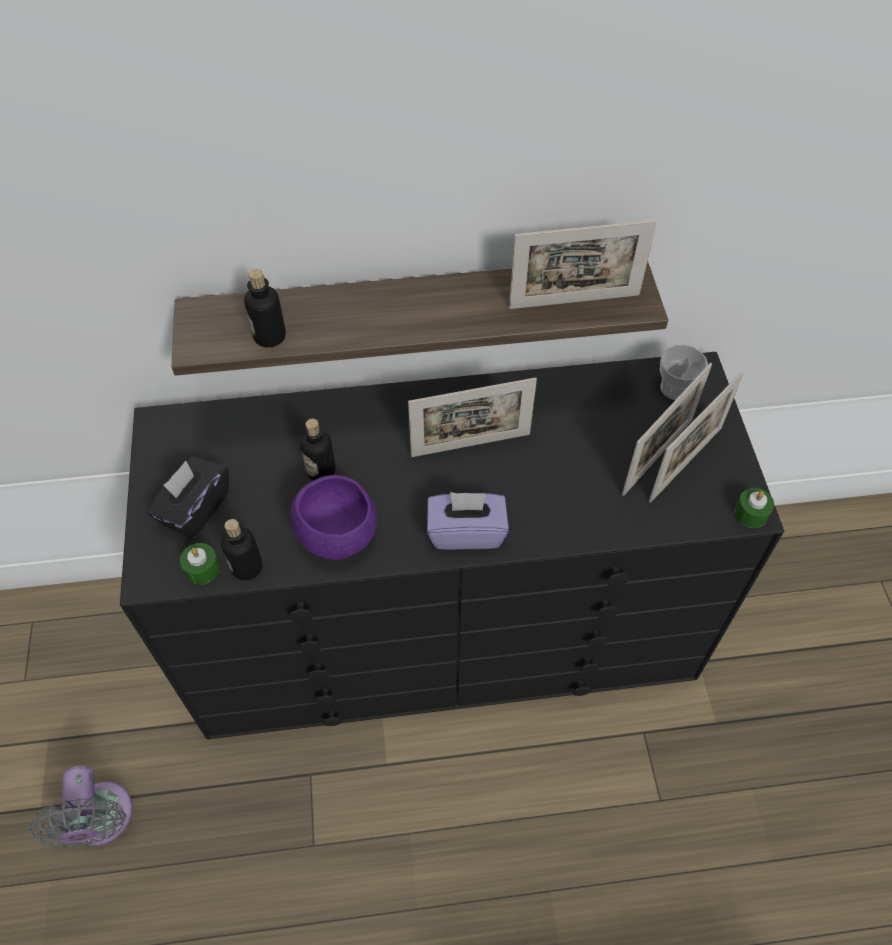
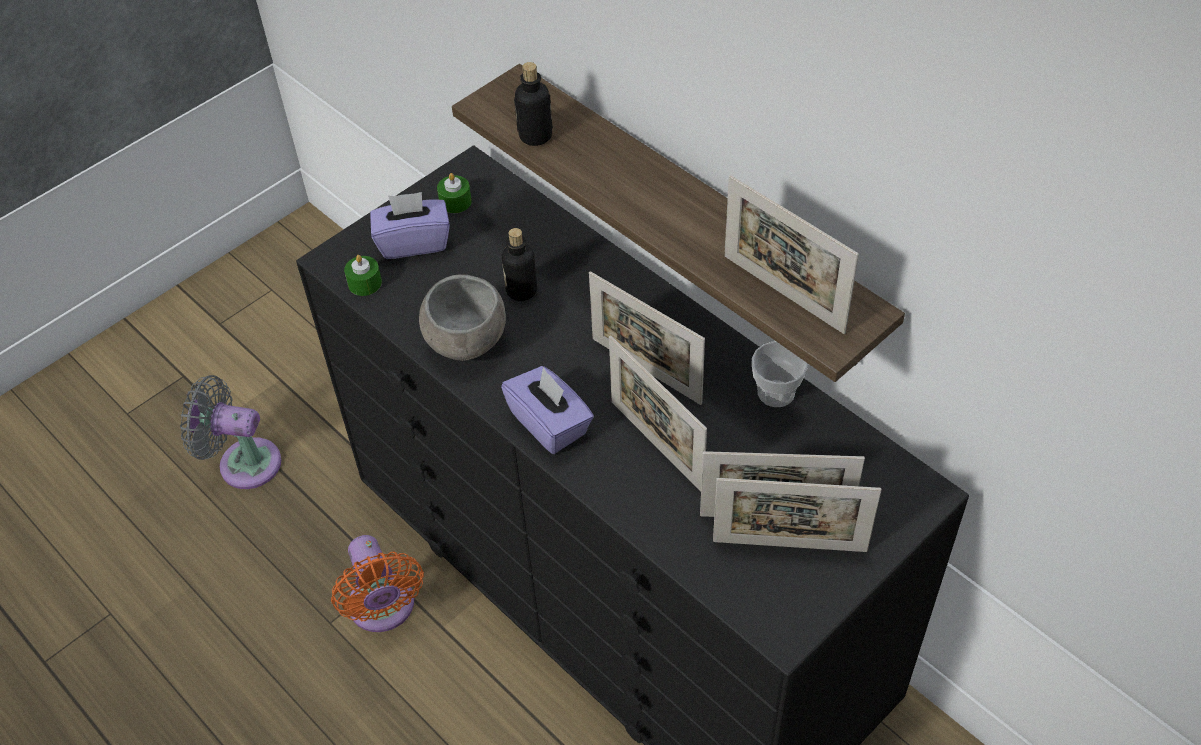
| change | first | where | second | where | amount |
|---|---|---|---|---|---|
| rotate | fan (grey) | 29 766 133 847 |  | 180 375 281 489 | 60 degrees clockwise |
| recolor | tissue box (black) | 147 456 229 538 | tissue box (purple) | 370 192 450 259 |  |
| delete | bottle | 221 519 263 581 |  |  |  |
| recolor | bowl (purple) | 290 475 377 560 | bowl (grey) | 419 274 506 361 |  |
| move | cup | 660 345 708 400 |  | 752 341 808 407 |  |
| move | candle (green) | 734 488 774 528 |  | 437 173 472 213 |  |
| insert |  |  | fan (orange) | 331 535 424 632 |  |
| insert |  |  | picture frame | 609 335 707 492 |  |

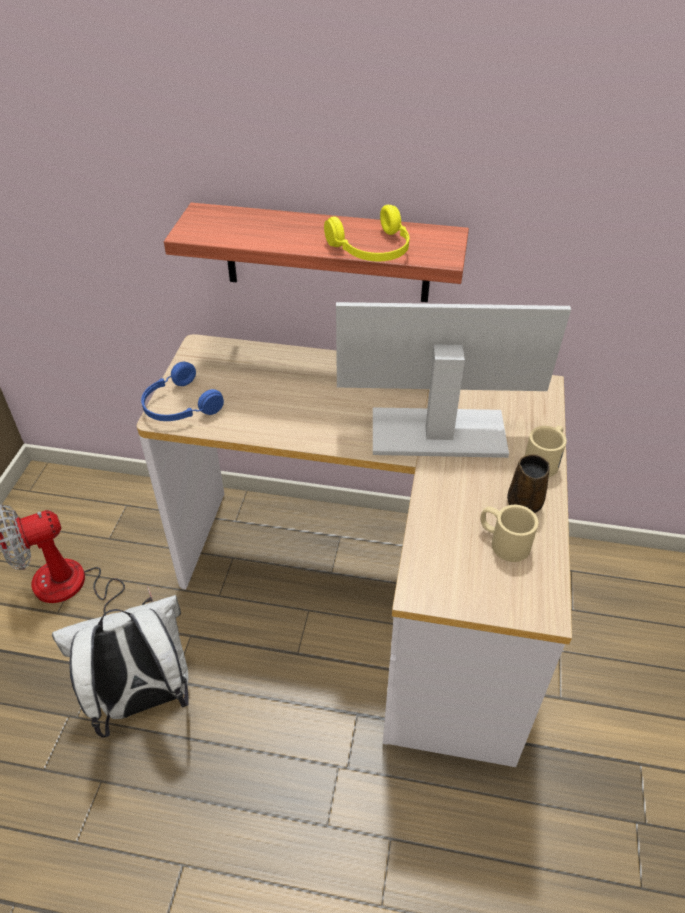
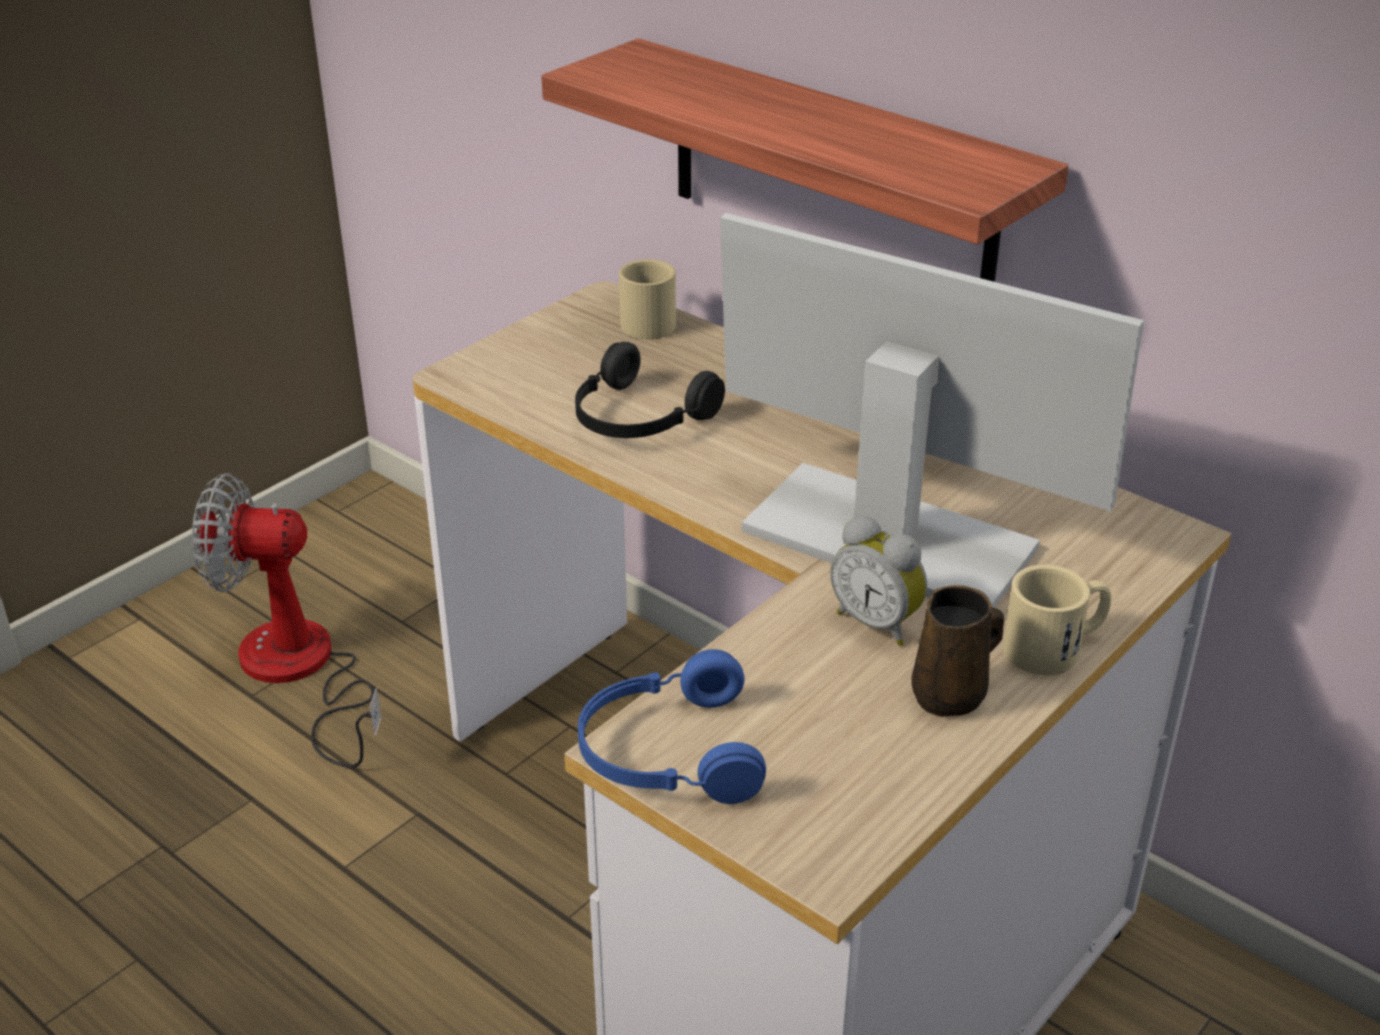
| change | first | where | second | where | amount |
|---|---|---|---|---|---|
| delete | backpack (white) | 52 595 189 738 |  |  |  |
| move | headphones (blue) | 141 362 224 421 |  | 578 649 766 804 |  |
| delete | headphones (yellow) | 324 205 409 261 |  |  |  |
| move | mug (beige) | 480 505 538 562 |  | 619 259 676 339 |  |
| insert |  |  | headphones (black) | 575 342 725 438 |  |
| insert |  |  | alarm clock | 830 515 927 646 |  |

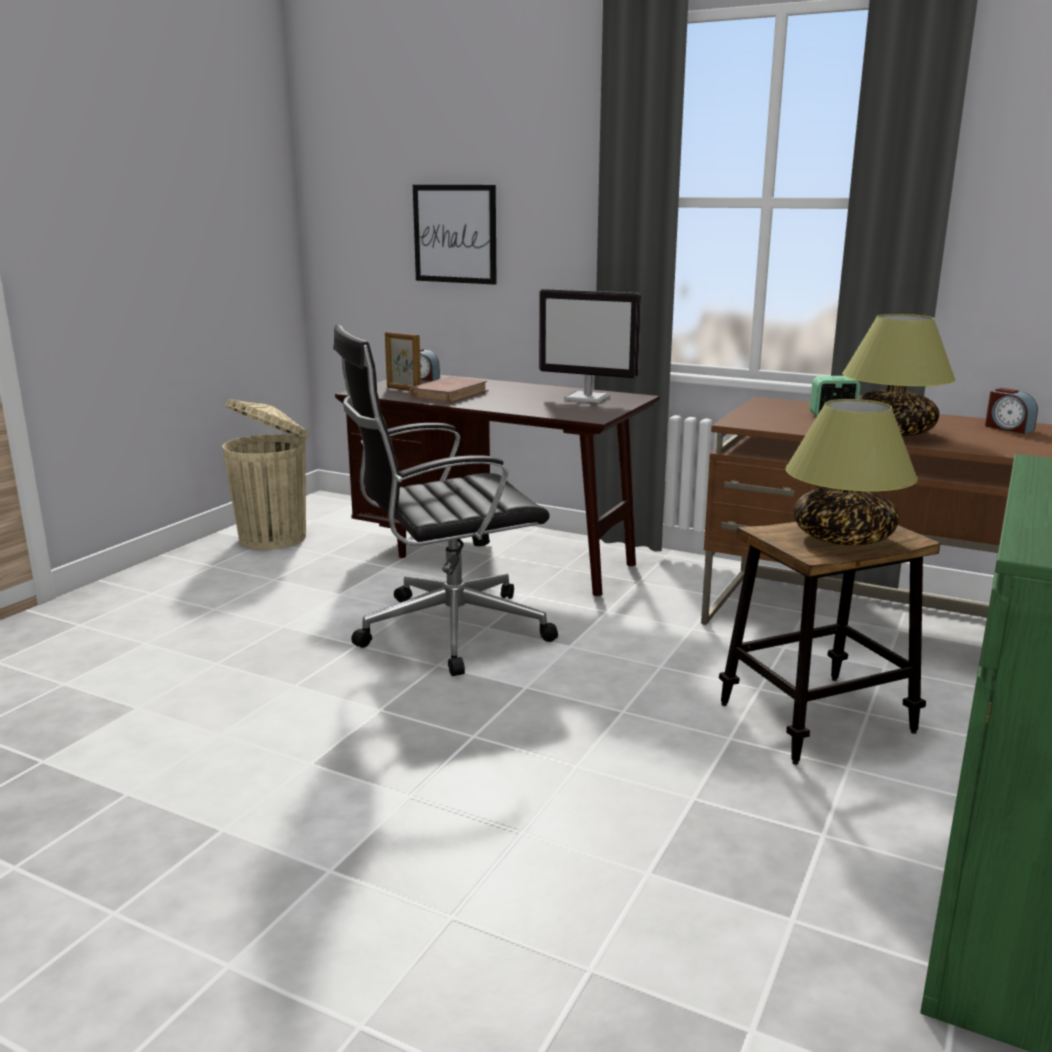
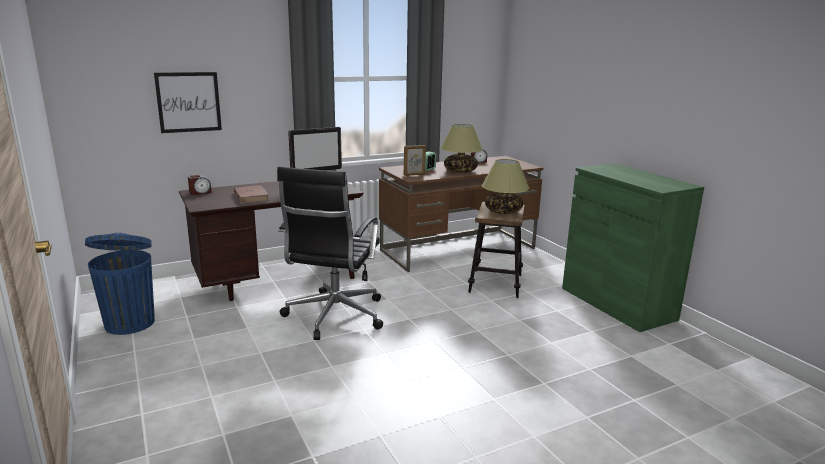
| change | first | where | second | where | amount |
|---|---|---|---|---|---|
| recolor | trash can (beige) | 222 399 309 550 | trash can (blue) | 85 233 155 335 |  |
| move | picture frame | 385 331 421 391 |  | 404 145 426 176 |  |

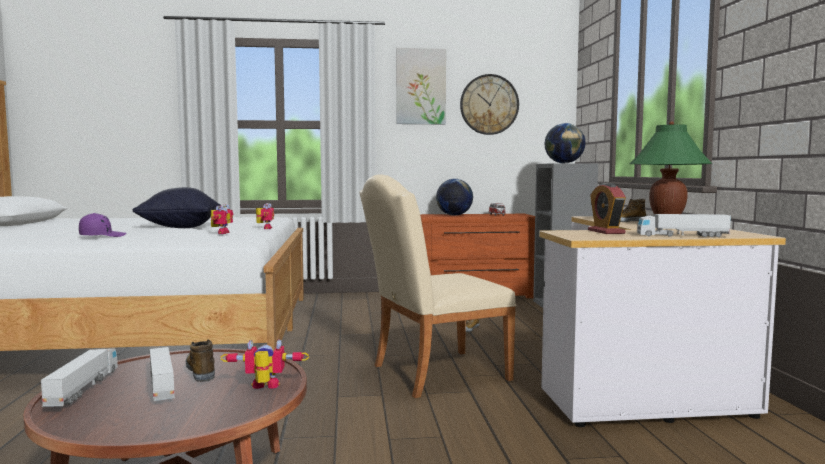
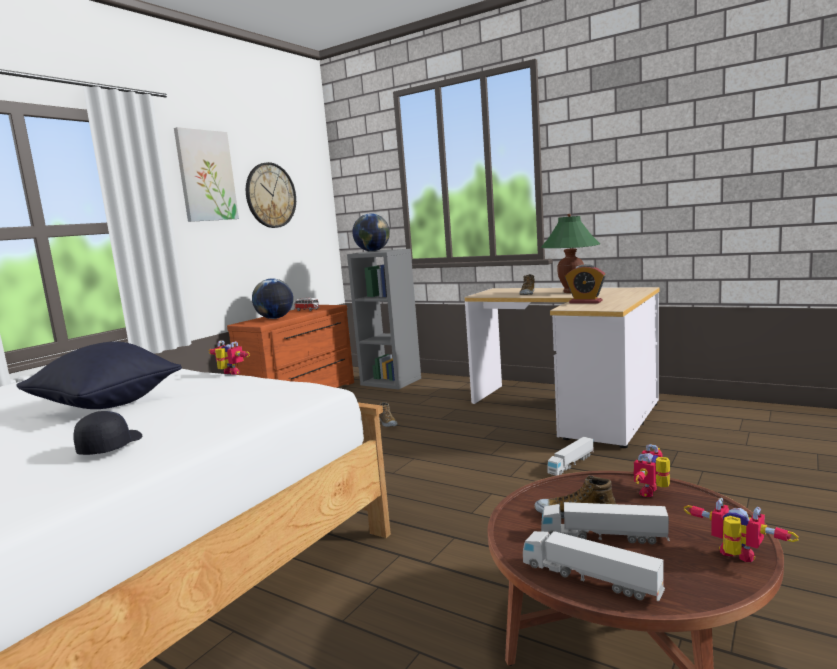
| change | first | where | second | where | amount |
|---|---|---|---|---|---|
| recolor | cap (purple) | 79 213 127 237 | cap (black) | 73 411 142 455 |  |
| move | toy robot | 211 204 233 234 |  | 684 498 799 562 |  |
| delete | chair (beige) | 360 174 516 398 |  |  |  |
| move | toy truck | 637 214 731 237 |  | 547 437 593 476 |  |

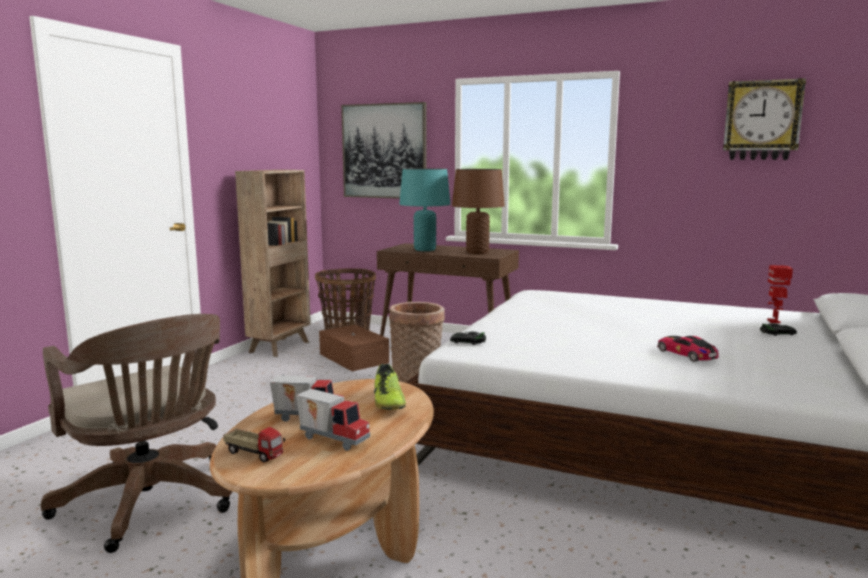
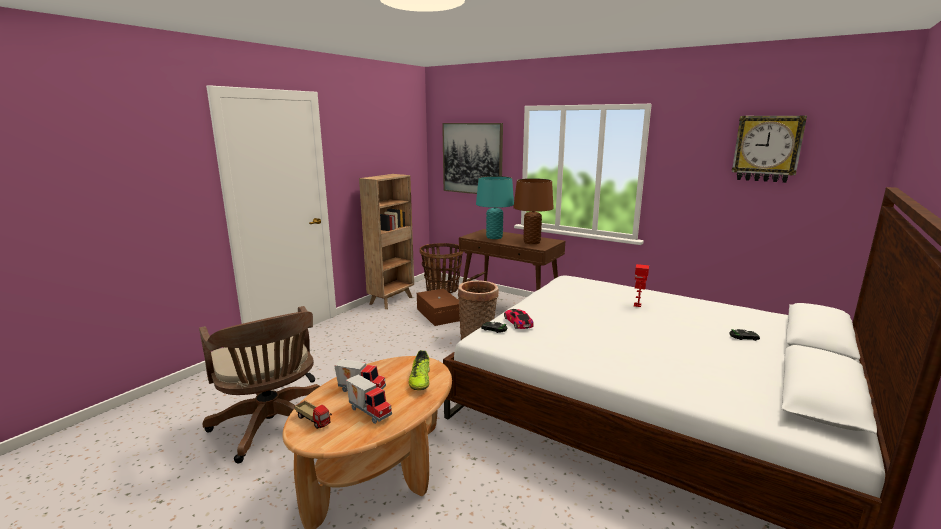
| change | first | where | second | where | amount |
|---|---|---|---|---|---|
| move | toy car | 657 336 719 362 |  | 504 309 534 329 |  |
| move | toy robot | 767 265 793 323 |  | 634 264 649 307 |  |

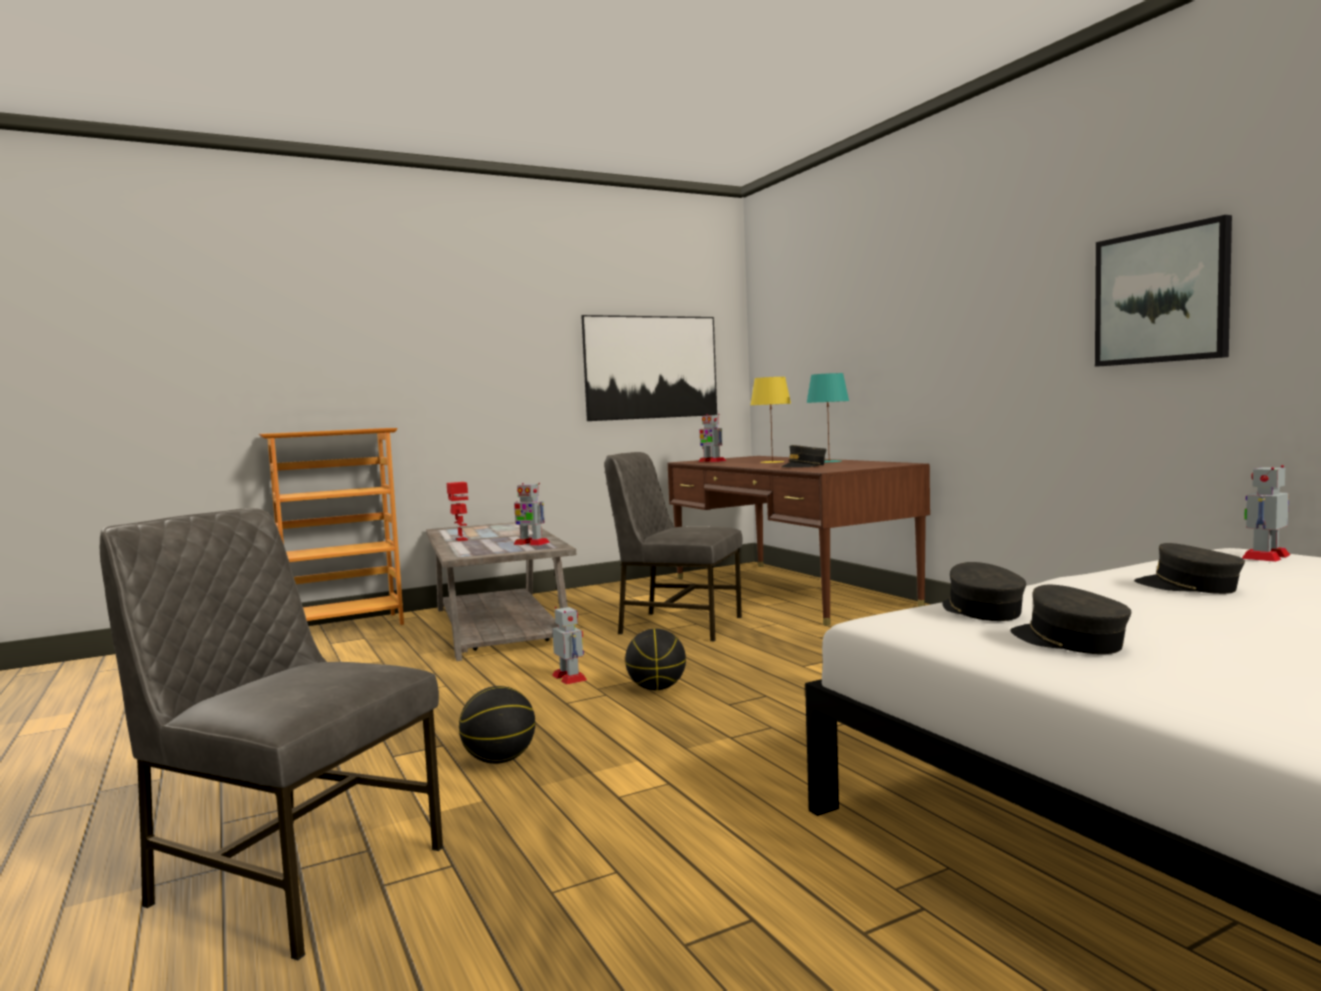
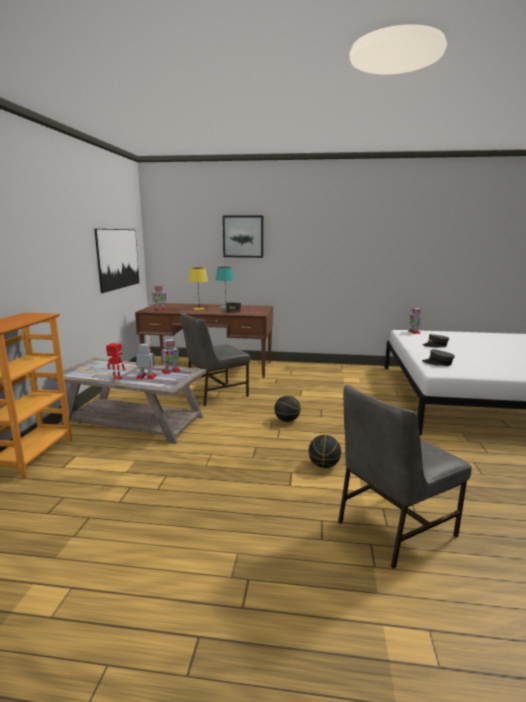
| change | first | where | second | where | amount |
|---|---|---|---|---|---|
| move | toy robot | 552 607 587 685 |  | 135 343 157 379 |  |
| delete | cap (grey) | 1010 585 1131 654 |  |  |  |
| move | picture | 1095 215 1232 366 |  | 223 216 263 258 |  |

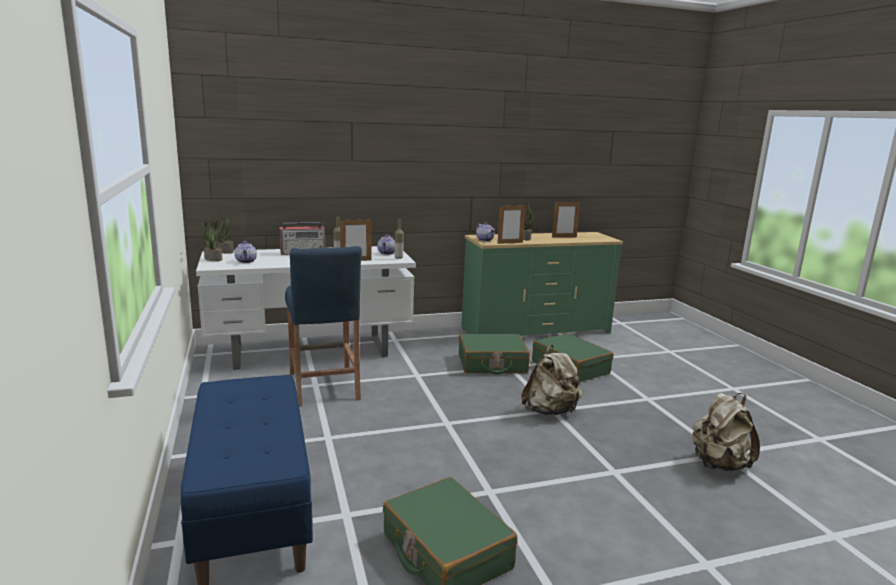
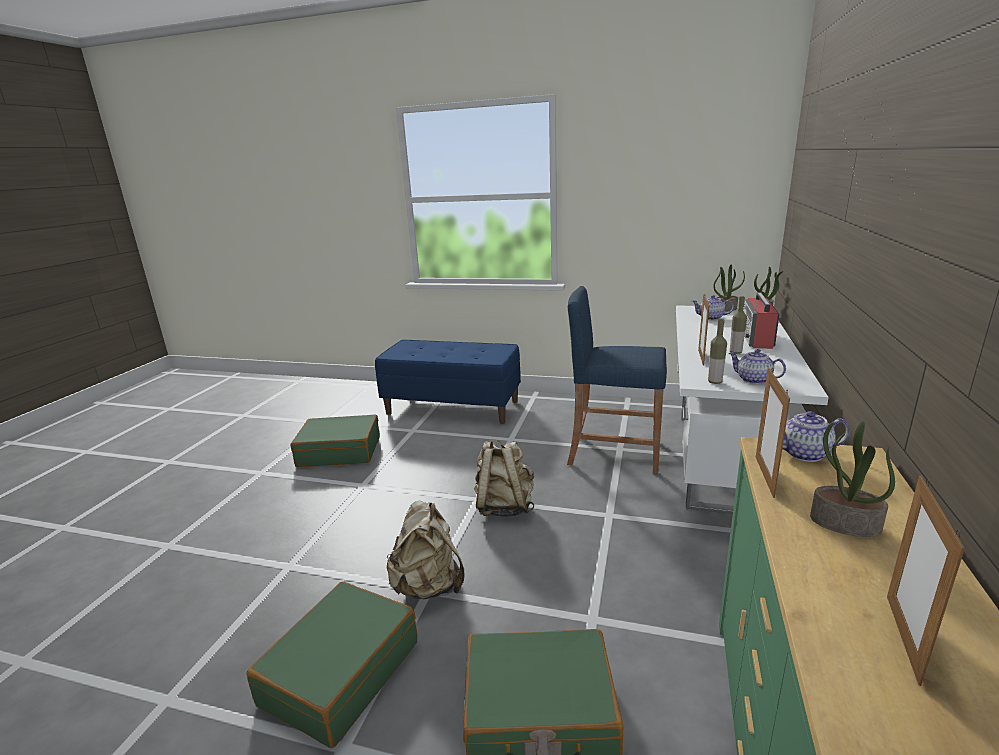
| change | first | where | second | where | amount |
|---|---|---|---|---|---|
| move | suitcase (green) | 459 334 530 375 |  | 247 581 417 748 |  |
| move | backpack (beige) | 692 393 760 471 |  | 474 439 534 517 |  |

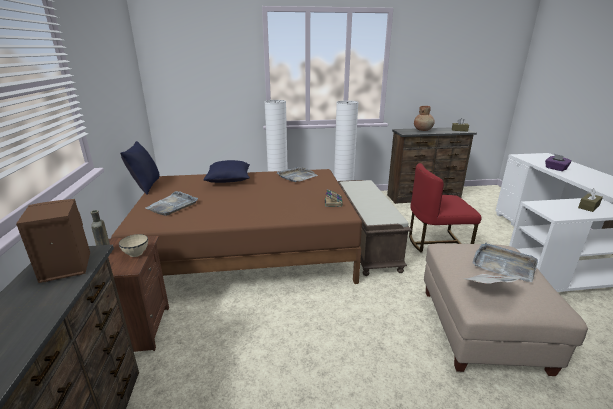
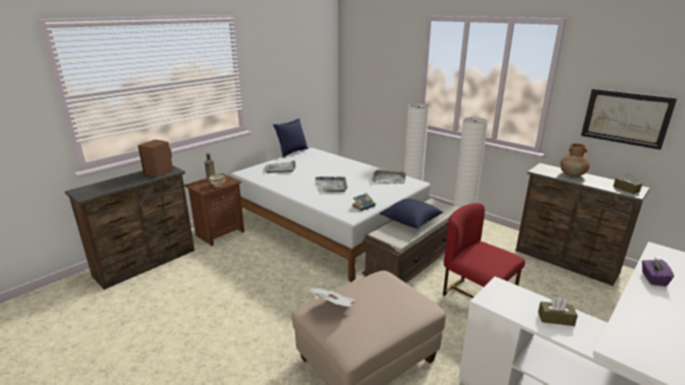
| change | first | where | second | where | amount |
|---|---|---|---|---|---|
| recolor | bed (brown) | 111 169 362 284 | bed (white) | 230 148 430 282 |  |
| move | pillow (blue) | 204 160 250 183 |  | 380 199 444 229 |  |
| move | tray (grey) | 472 243 538 282 |  | 315 176 348 193 |  |
| insert |  |  | picture | 581 89 677 150 |  |

